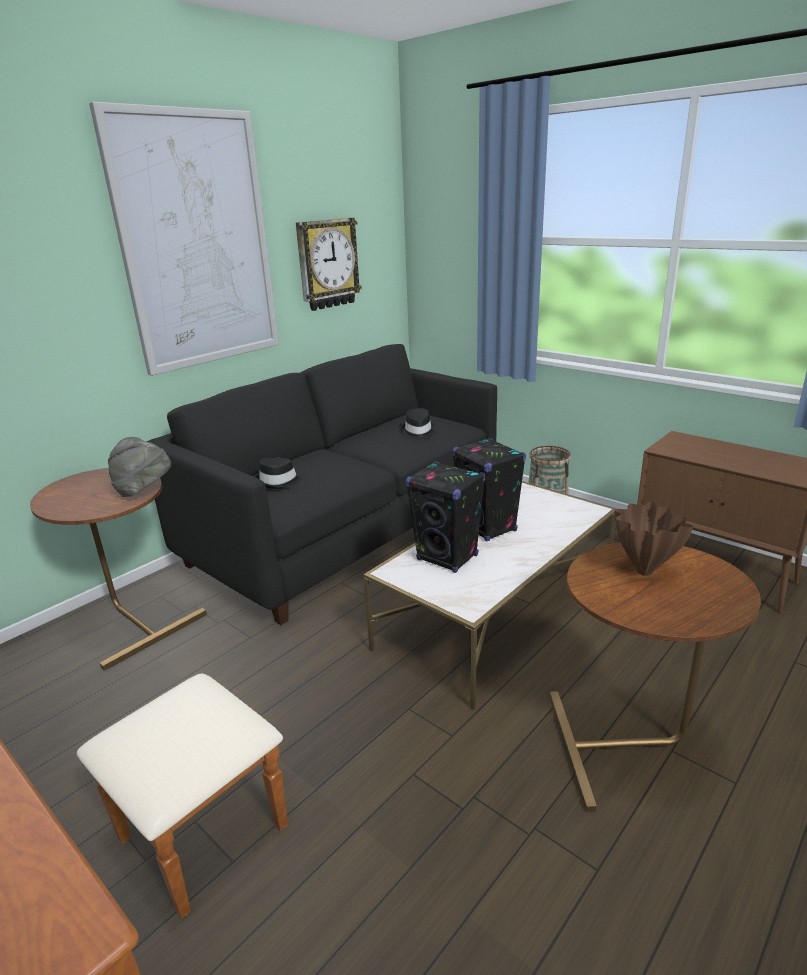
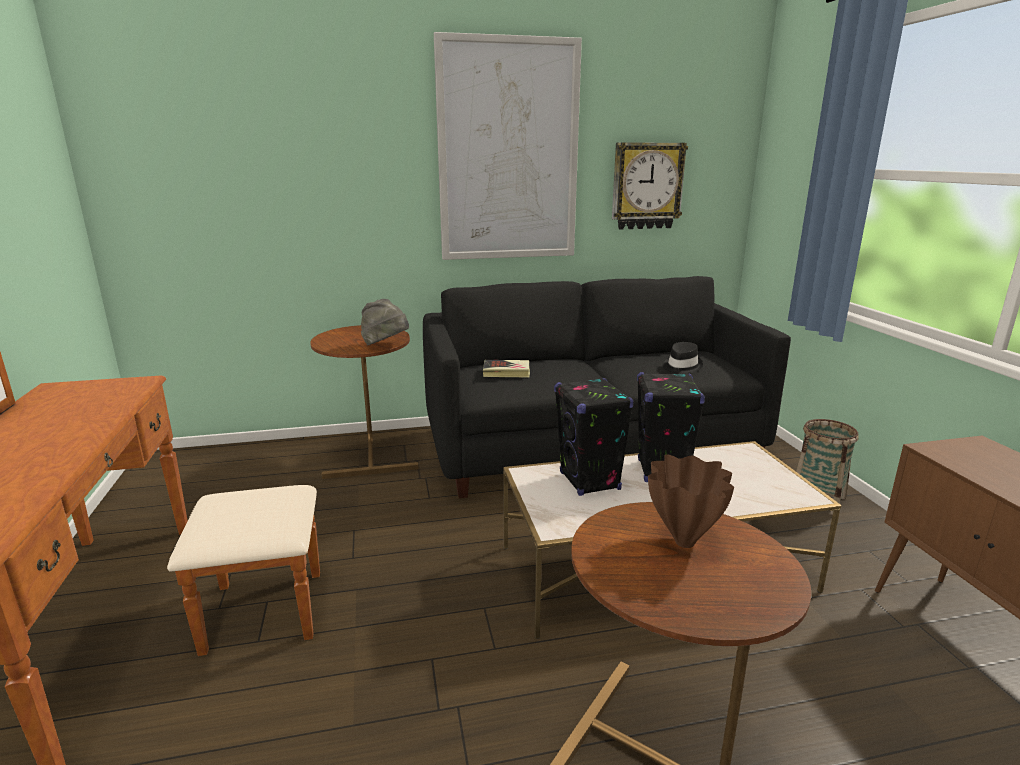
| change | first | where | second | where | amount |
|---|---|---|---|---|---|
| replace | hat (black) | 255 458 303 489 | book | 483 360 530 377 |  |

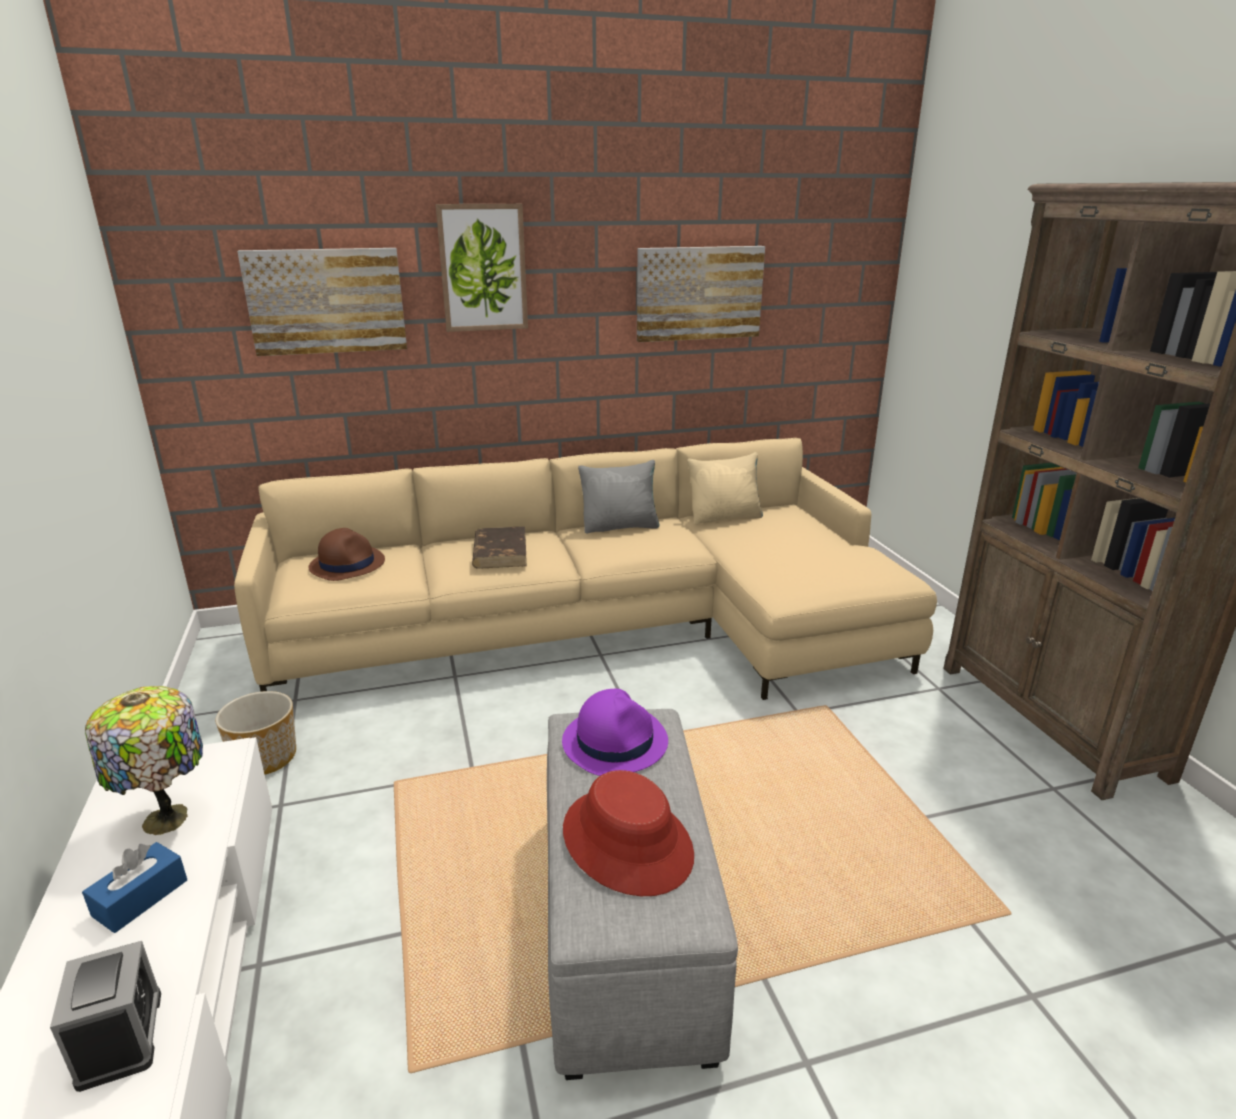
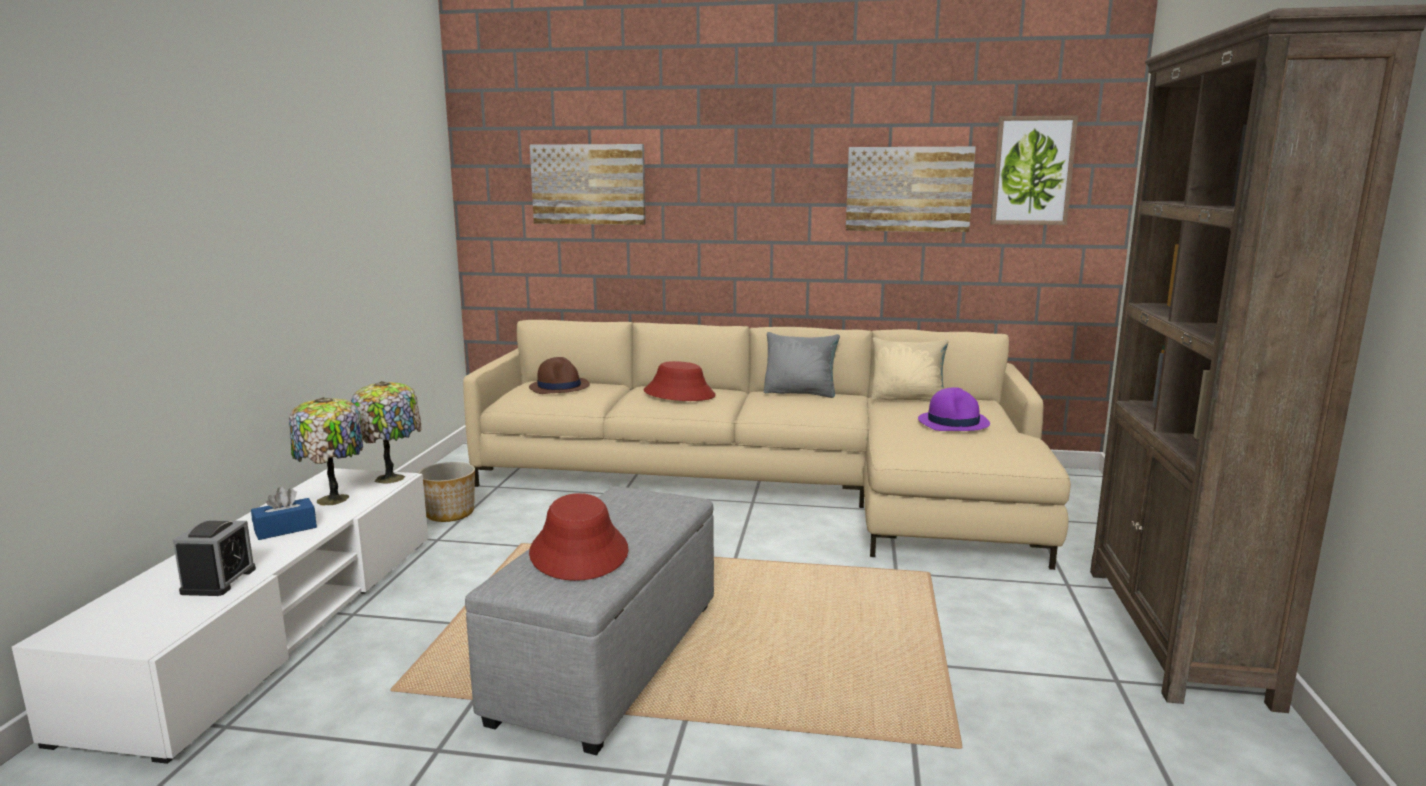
| change | first | where | second | where | amount |
|---|---|---|---|---|---|
| move | picture | 436 204 528 332 |  | 990 115 1078 225 |  |
| replace | book (brown) | 472 526 527 569 | hat (red) | 644 361 716 401 |  |
| move | hat (purple) | 562 689 668 776 |  | 918 387 990 431 |  |
| insert |  |  | table lamp | 351 381 422 484 |  |

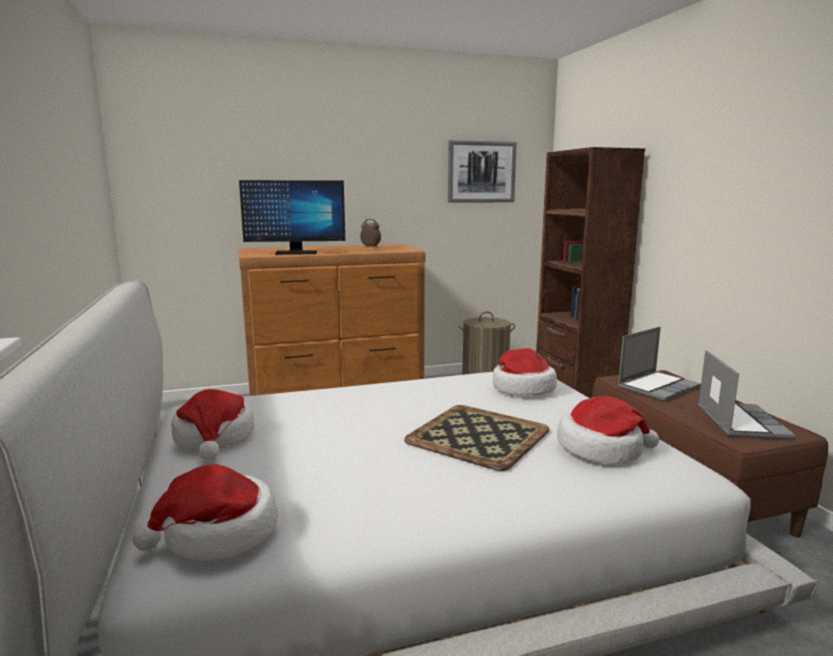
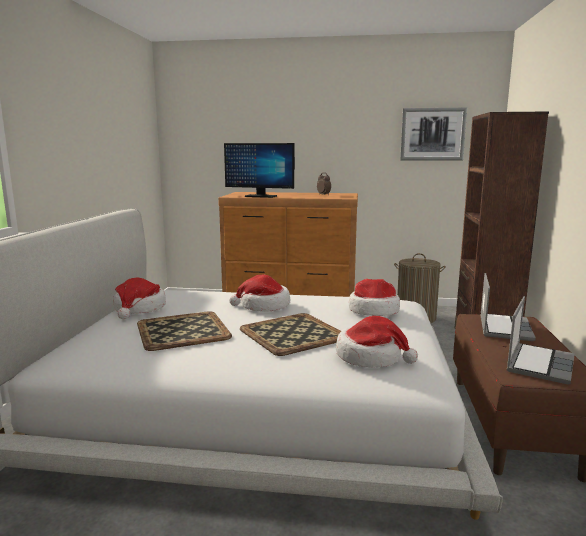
| change | first | where | second | where | amount |
|---|---|---|---|---|---|
| move | hat | 133 465 278 561 |  | 229 275 290 312 |  |
| rotate | laptop | 618 327 701 402 |  | 480 273 536 341 | 60 degrees counterclockwise |
| insert |  |  | tray | 137 311 232 351 |  |

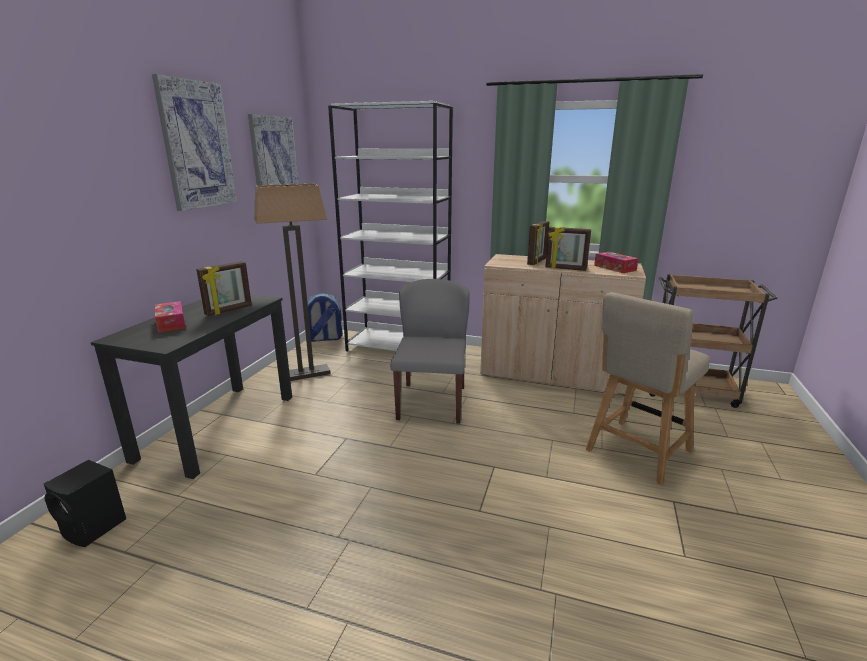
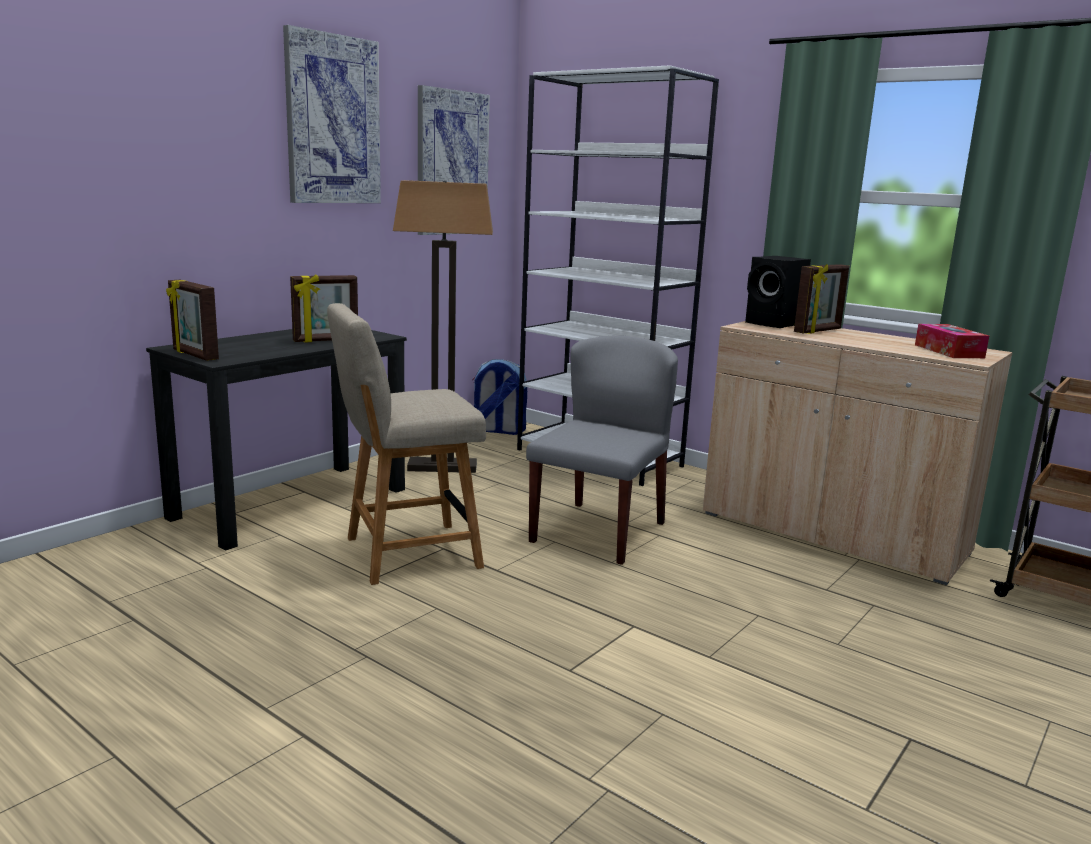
| change | first | where | second | where | amount |
|---|---|---|---|---|---|
| move | speaker (black) | 44 460 126 547 |  | 745 256 811 328 |  |
| delete | tissue box | 155 301 186 333 |  |  |  |
| move | picture frame | 545 227 591 271 |  | 166 280 219 361 |  |
| move | chair (beige) | 586 292 710 485 |  | 327 303 486 585 |  |

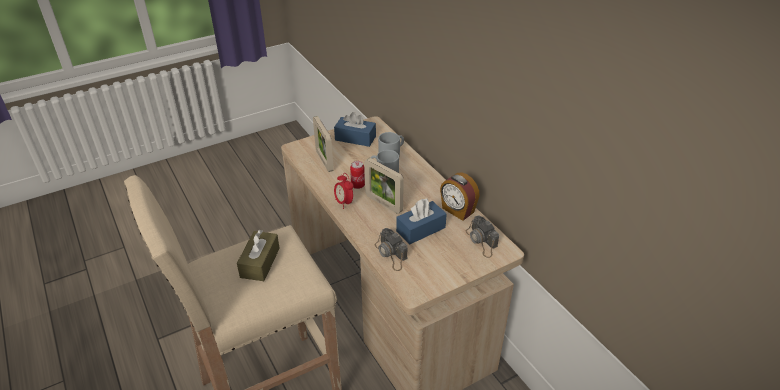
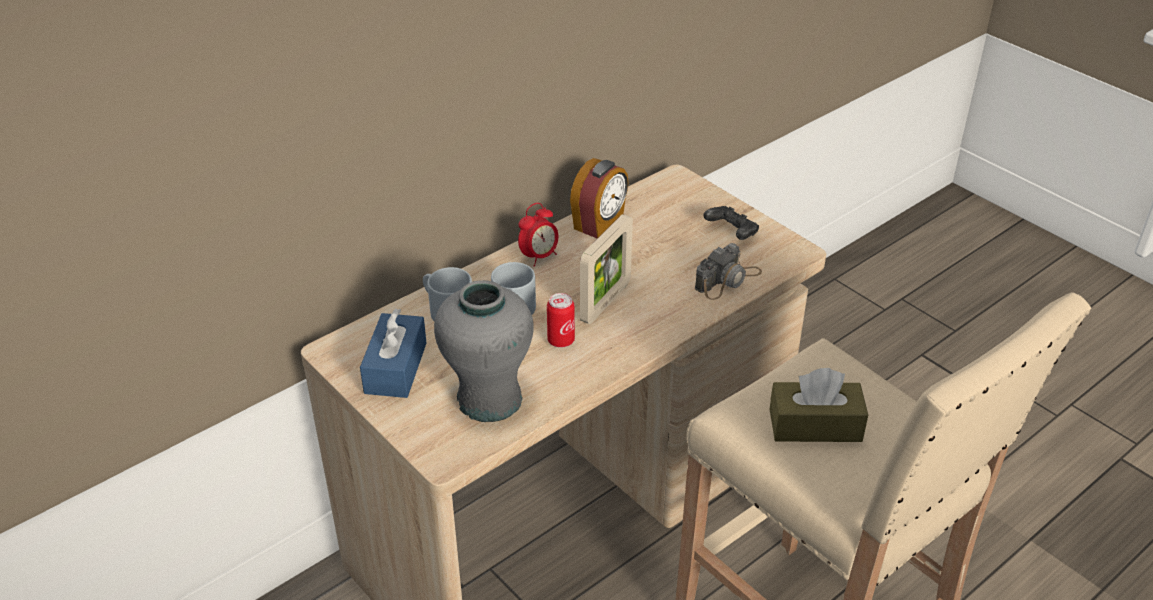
| change | first | where | second | where | amount |
|---|---|---|---|---|---|
| replace | picture frame | 313 116 334 172 | vase (grey) | 434 280 534 422 |  |
| move | alarm clock | 334 173 354 209 |  | 518 203 559 267 |  |
| delete | tissue box (blue) | 396 199 447 244 |  |  |  |
| delete | photo camera | 466 215 499 258 |  |  |  |
| insert |  |  | game controller (black) | 703 206 759 240 |  |

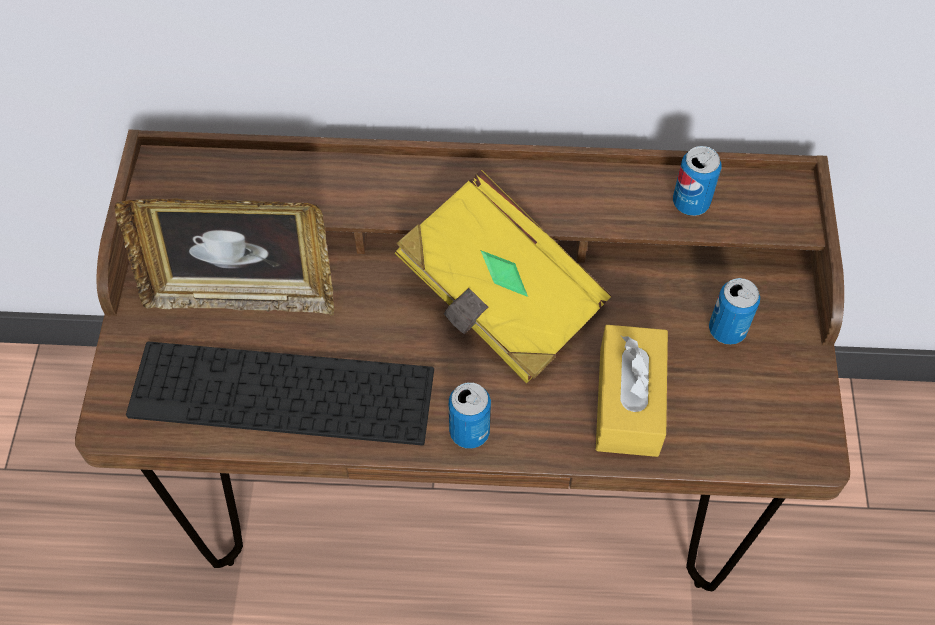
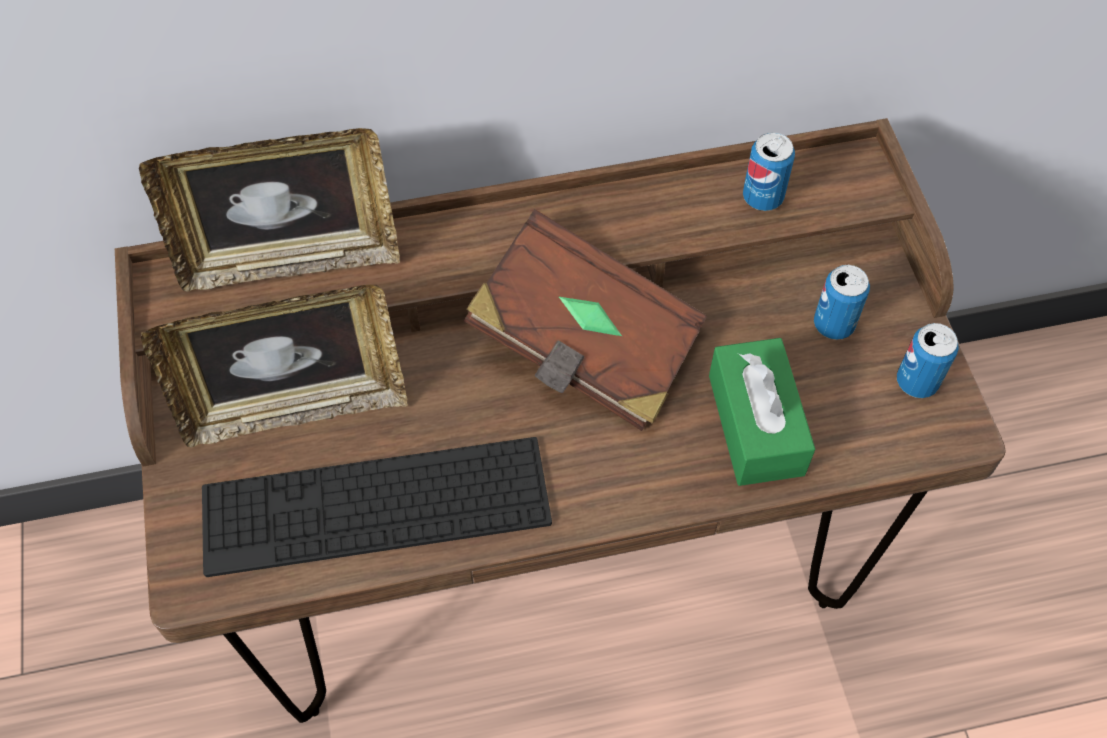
| change | first | where | second | where | amount |
|---|---|---|---|---|---|
| recolor | book (yellow) | 395 170 612 383 | book (brown) | 464 209 707 431 |  |
| move | can | 449 382 491 449 |  | 897 323 959 398 |  |
| recolor | tissue box (yellow) | 596 325 668 457 | tissue box (green) | 709 338 815 486 |  |
| insert |  |  | picture frame | 139 128 400 292 |  |

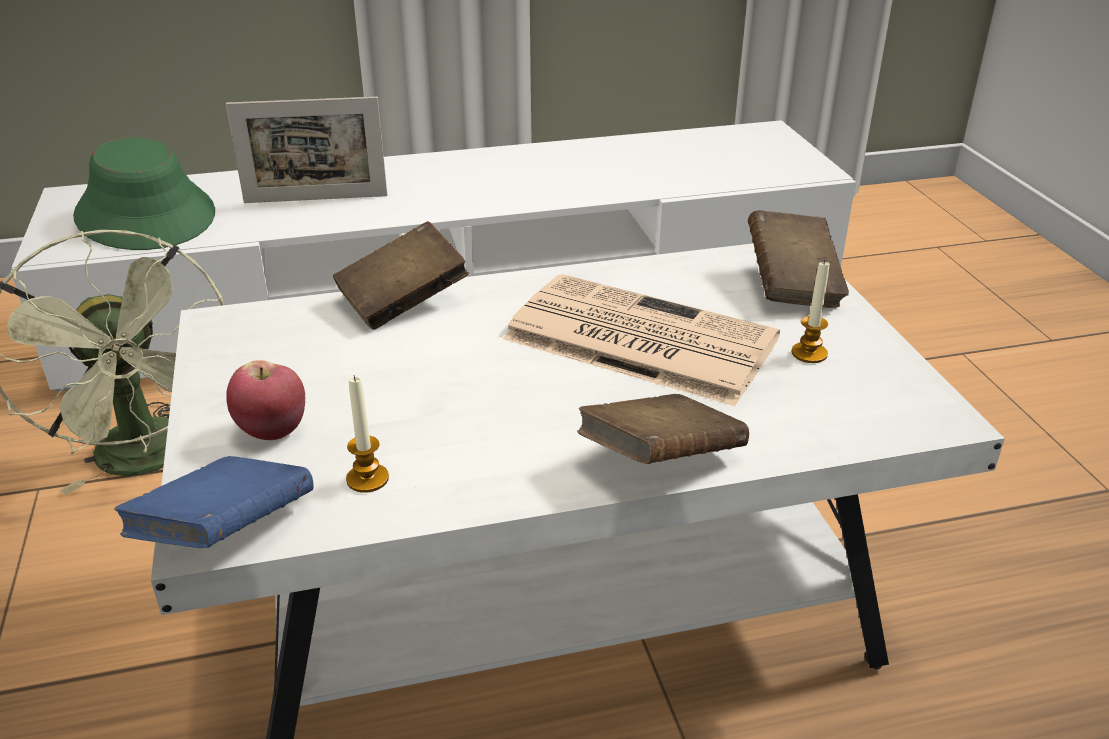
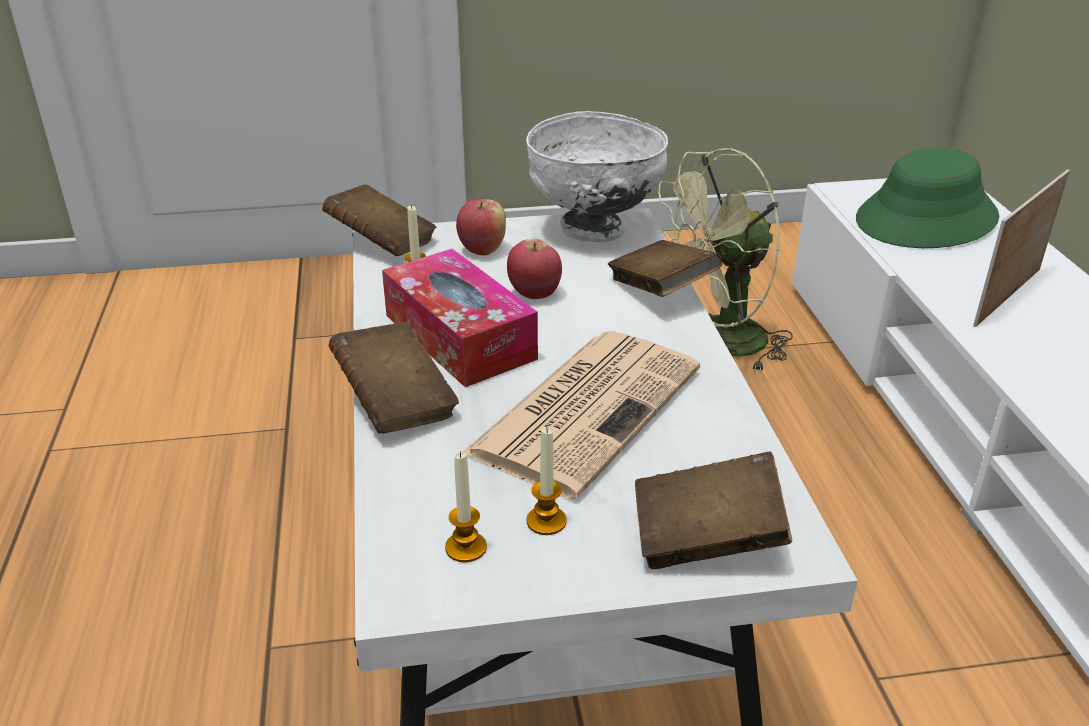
| change | first | where | second | where | amount |
|---|---|---|---|---|---|
| recolor | book (blue) | 114 456 314 548 | book (brown) | 322 184 437 256 |  |
| rotate | picture frame | 226 97 387 203 |  | 973 169 1070 327 | 45 degrees clockwise |
| insert |  |  | tissue box | 382 248 538 387 |  |
| insert |  |  | candle | 445 451 487 562 |  |
| insert |  |  | apple | 507 239 562 299 |  |
| insert |  |  | bowl (white) | 526 111 668 242 |  |

